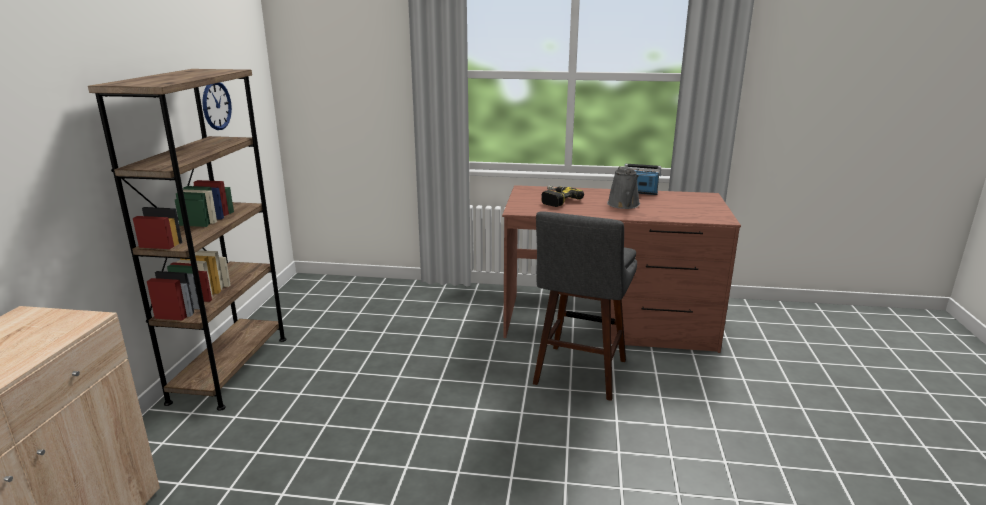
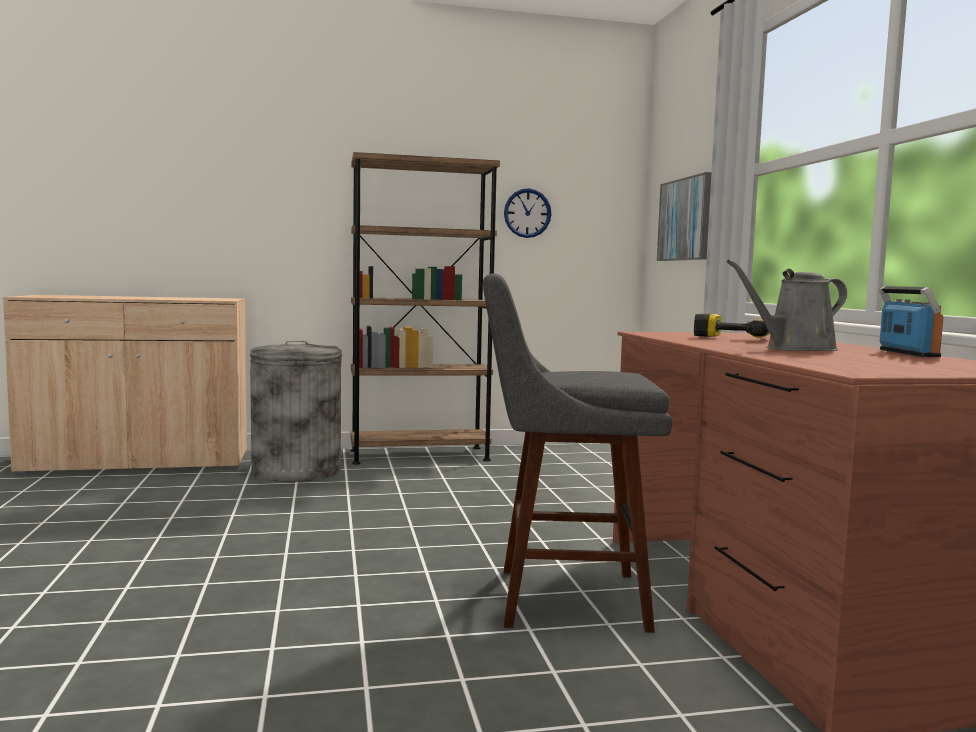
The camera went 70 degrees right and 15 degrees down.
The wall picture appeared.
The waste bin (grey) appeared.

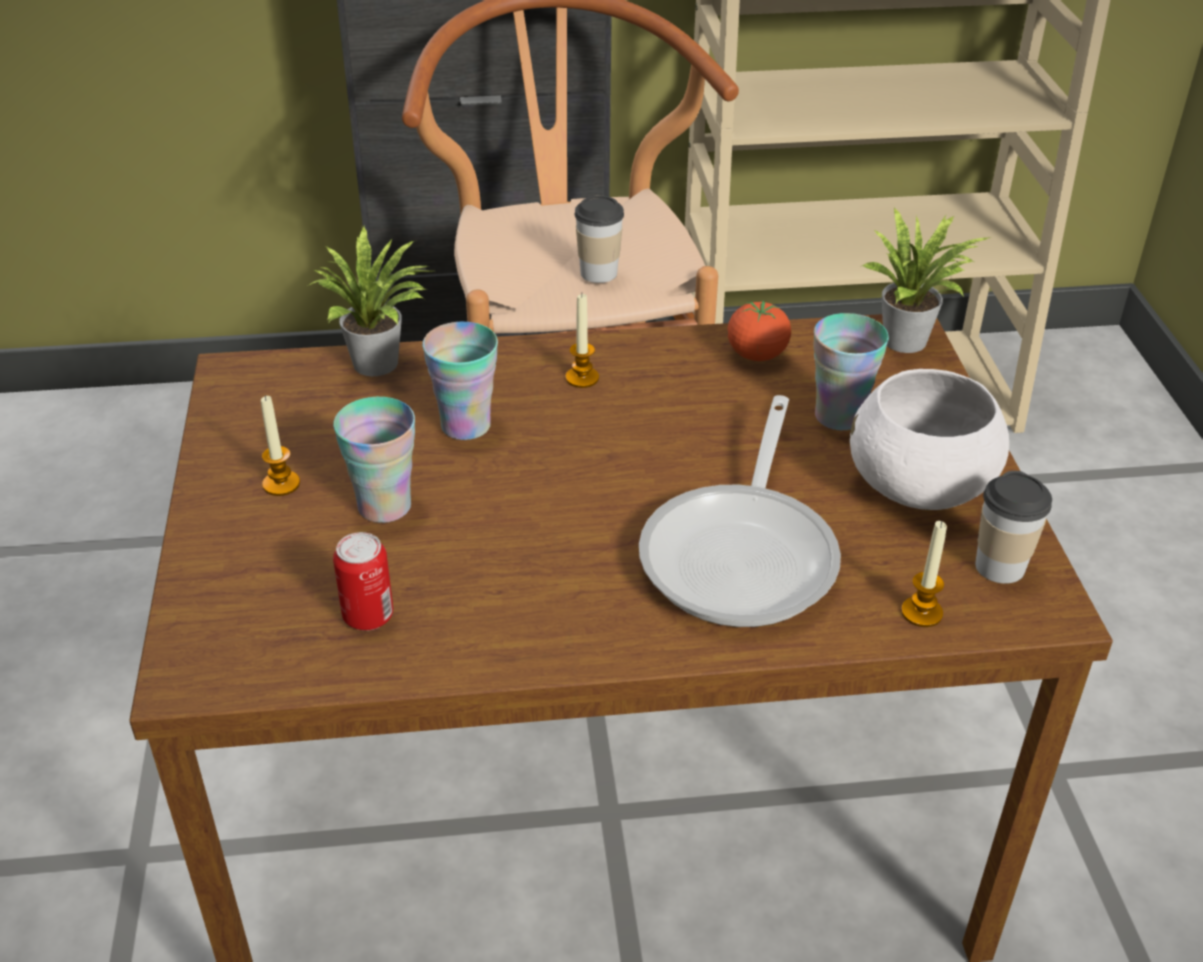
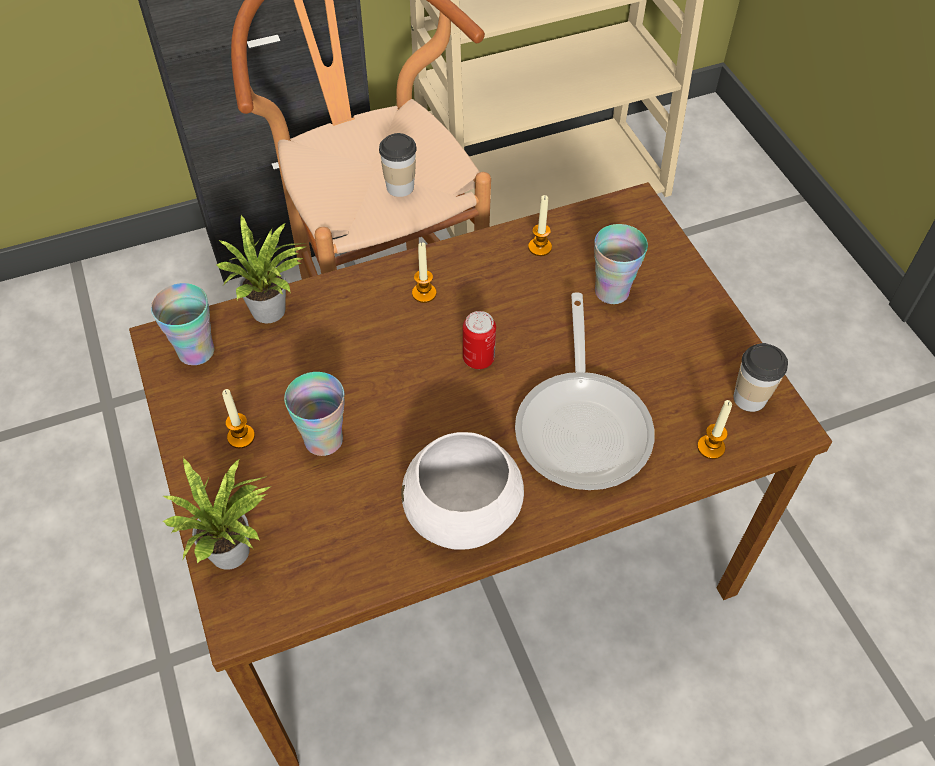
The camera went 15 degrees left and 15 degrees up.
The potted plant (2nd from left in the first image) moved.
The tomato was replaced by the candle (3rd from left).
The small cup (2nd from left in the first image) moved.
The serving bowl (white-coloured) moved.
The can moved.

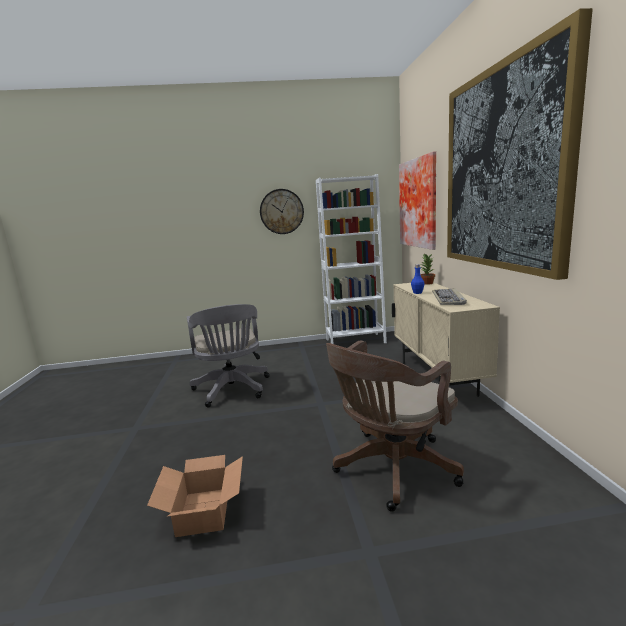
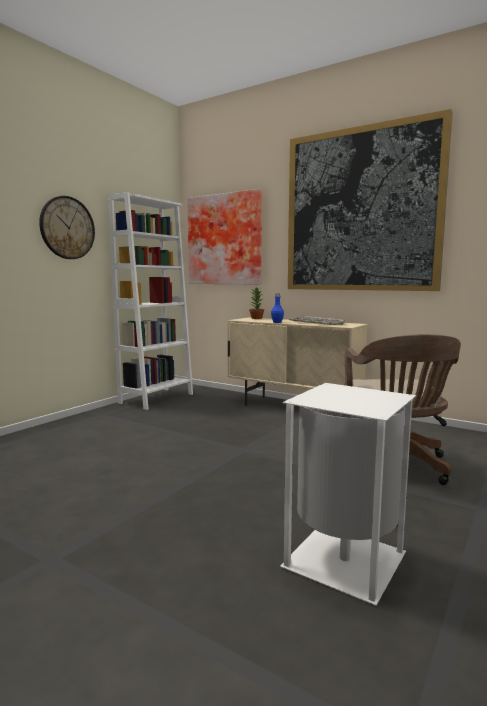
The camera went 50 degrees left and 5 degrees down.
The computer chair (grey) disappeared.
The cardboard box was replaced by the waste bin (white-coloured).

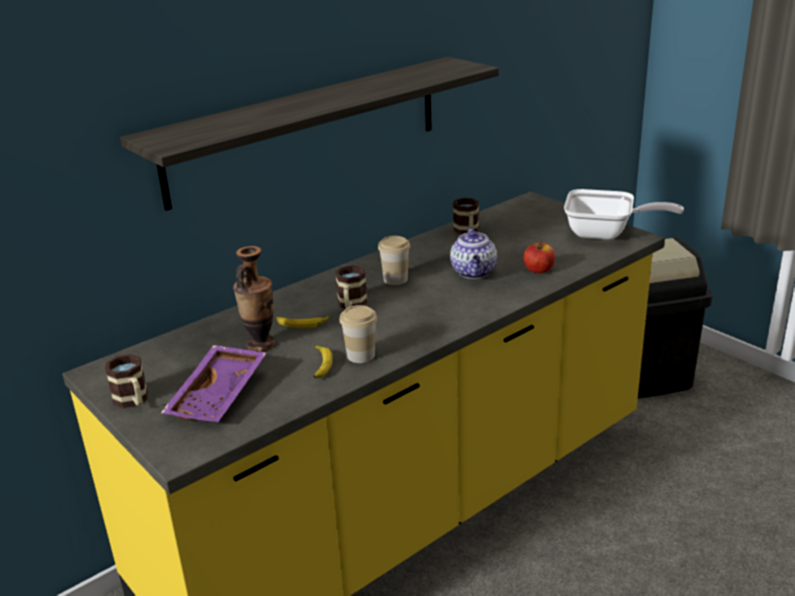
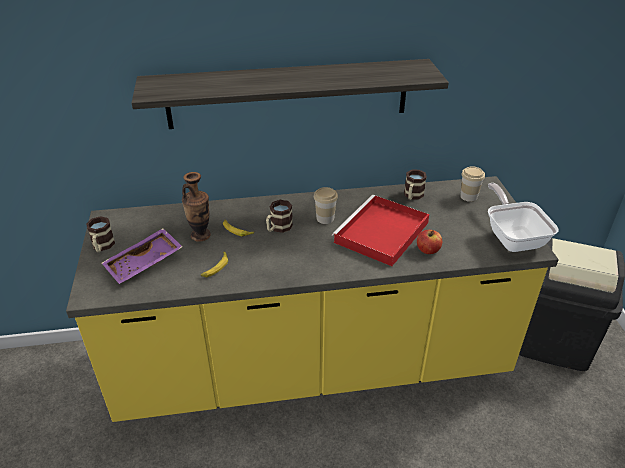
The camera went 30 degrees right and 10 degrees up.
The pan turned 150 degrees counterclockwise.
The teapot was replaced by the serving tray (red-coloured).
The small cup (1st from left in the first image) moved.

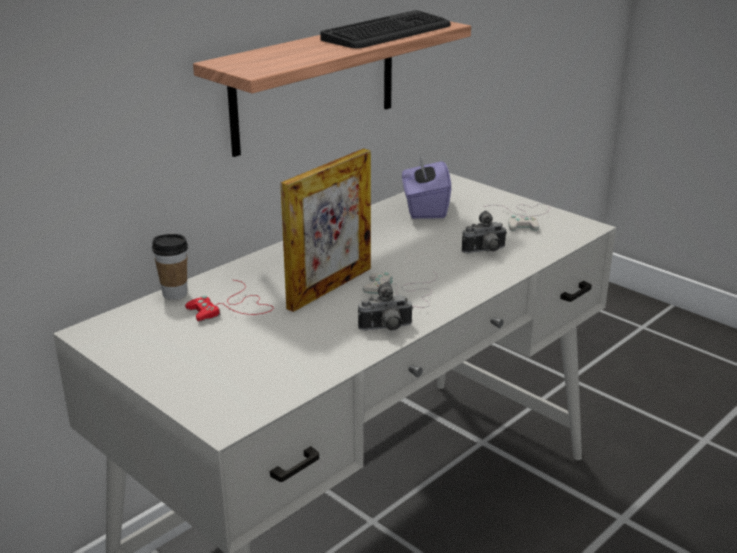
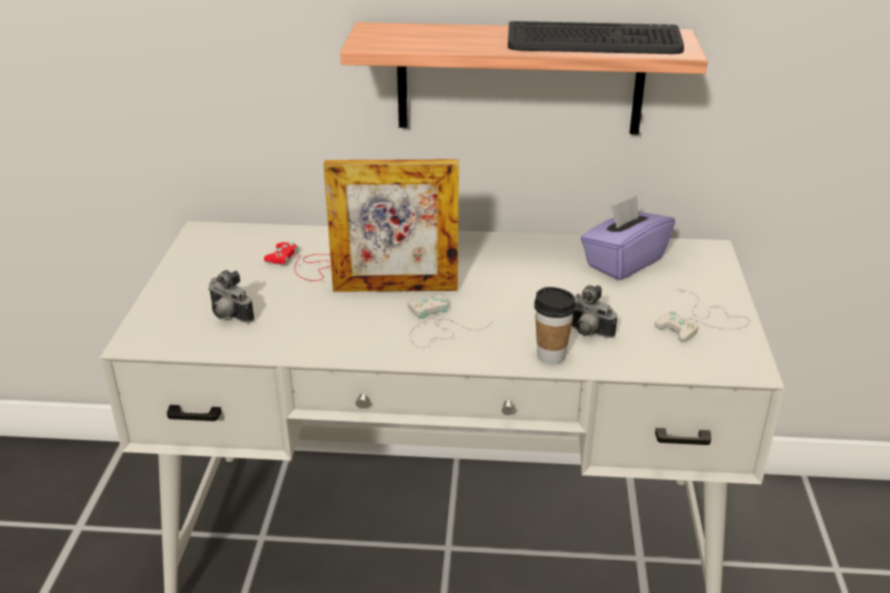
The camera went 50 degrees right and 5 degrees up.
The small cup moved.
The photo camera (1st from left) moved.

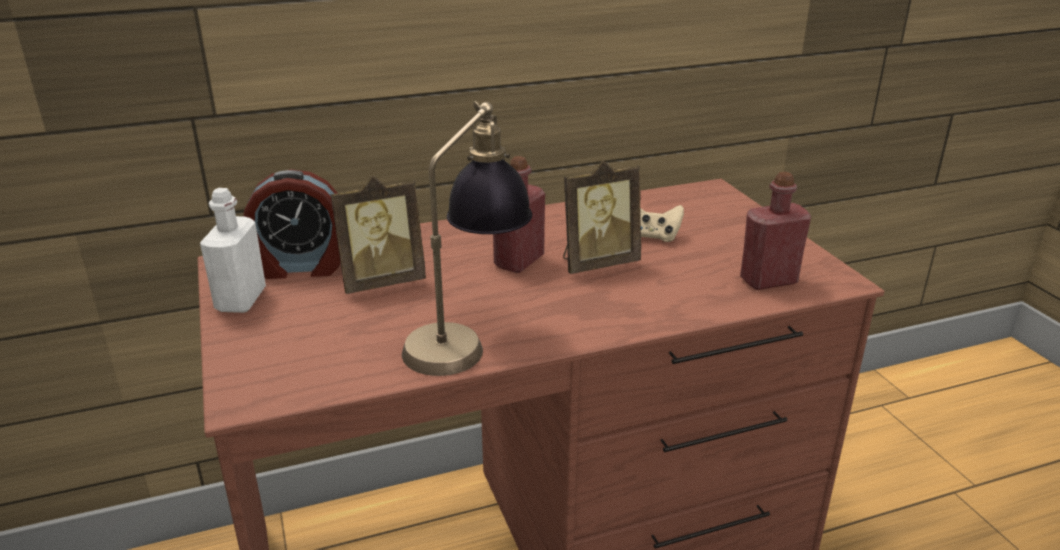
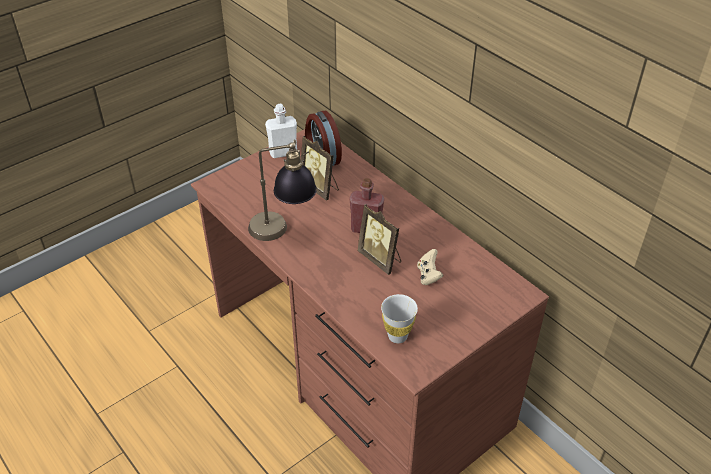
The camera went 70 degrees right and 15 degrees up.
The drink bottle (red-coloured) (2nd from left) was replaced by the small cup (white-coloured).

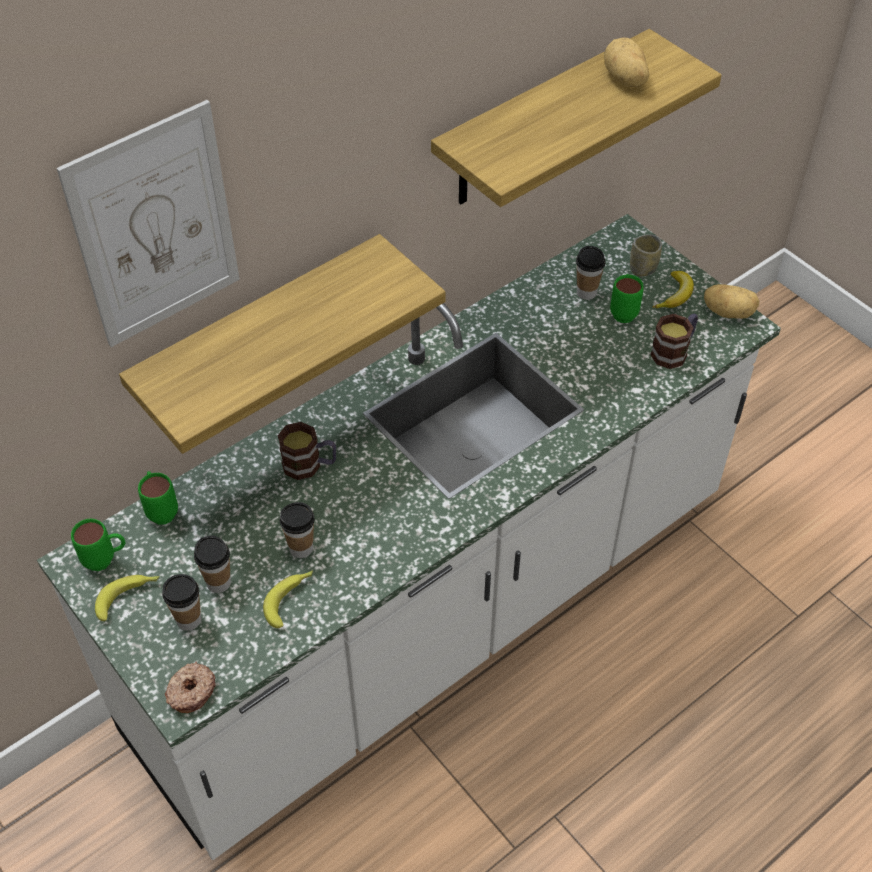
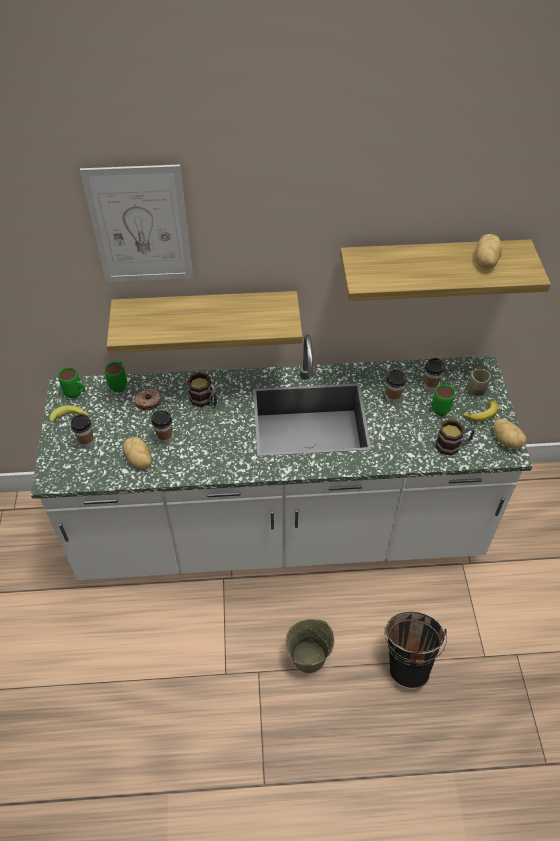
The camera went 35 degrees right and 0 degrees up.
The small cup (2nd from left in the first image) moved.
The banana (2nd from left) was replaced by the potato (1st from left).
The ring doughnut moved.
The water bucket (blackish) appeared.
The water bucket (sand-coloured) appeared.

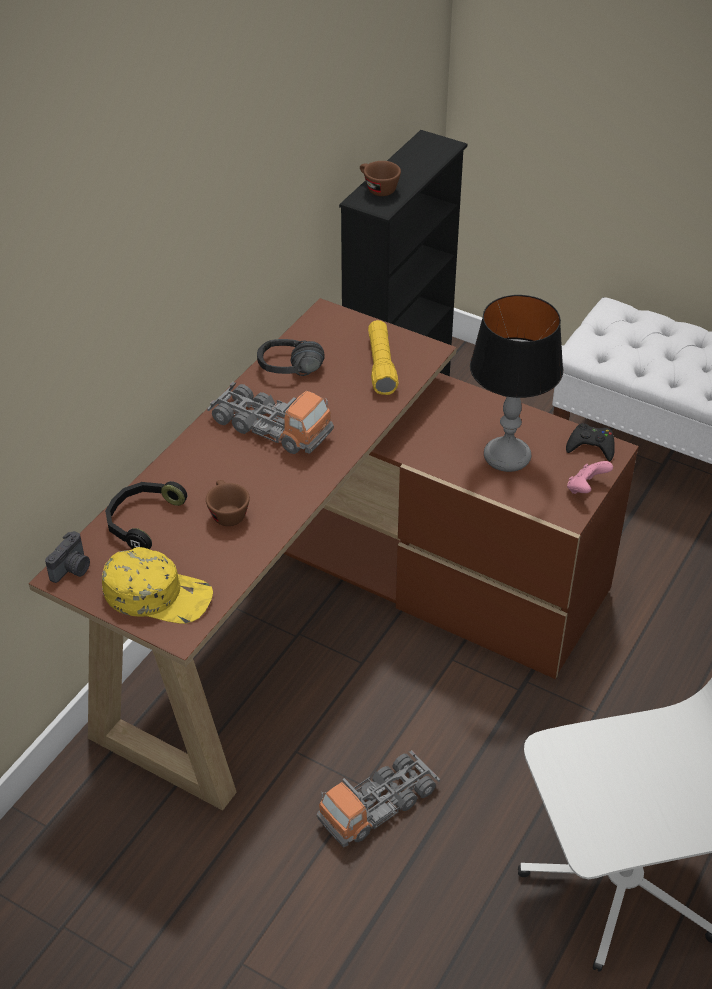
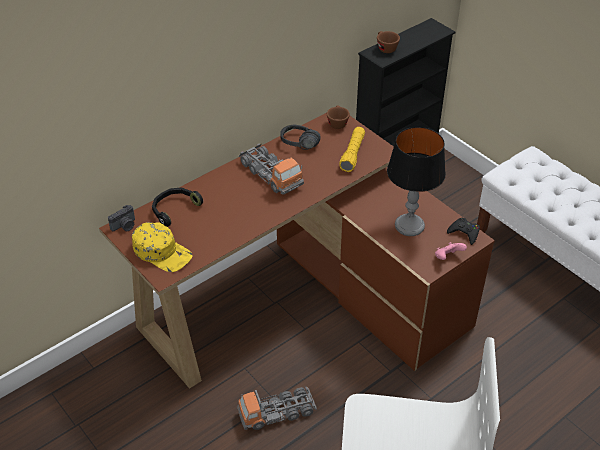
The camera went 20 degrees right and 0 degrees up.
The small cup (brown) (1st from left) moved.

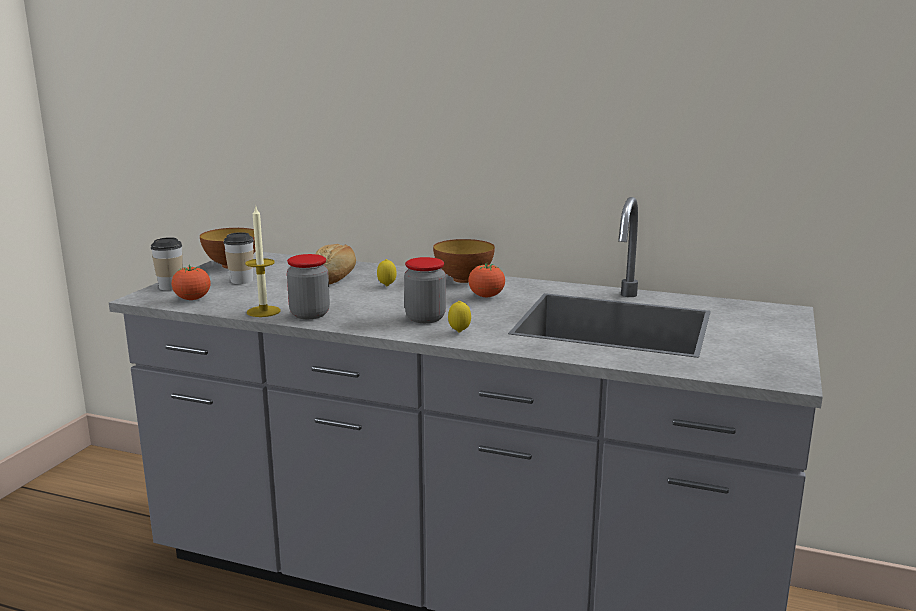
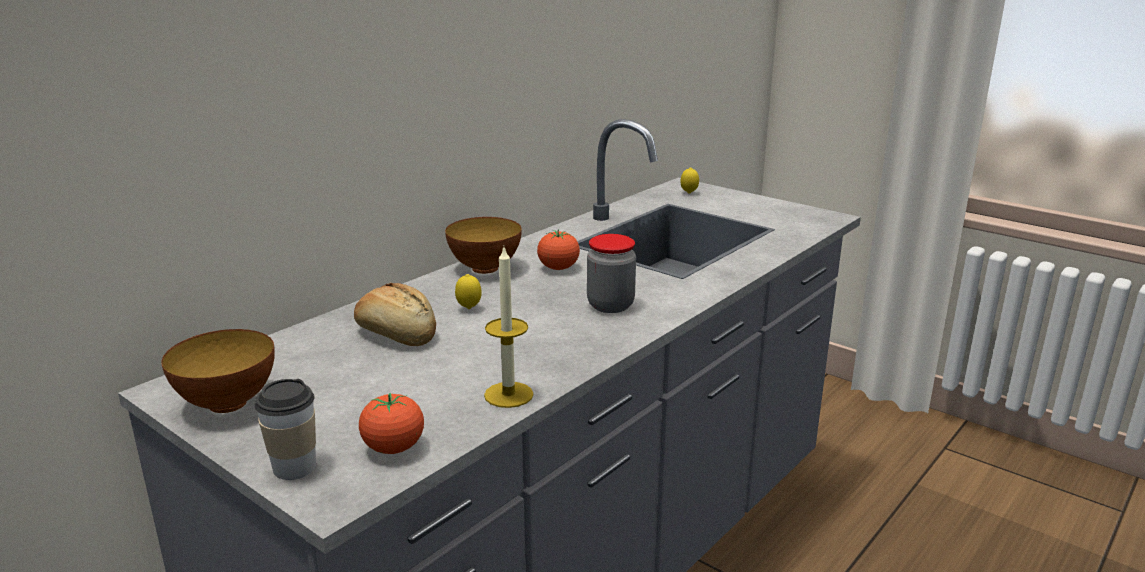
The camera went 70 degrees left and 5 degrees up.
The small cup (2nd from left) disappeared.
The jar (1st from left) disappeared.
The citrus fruit (2nd from left) moved.

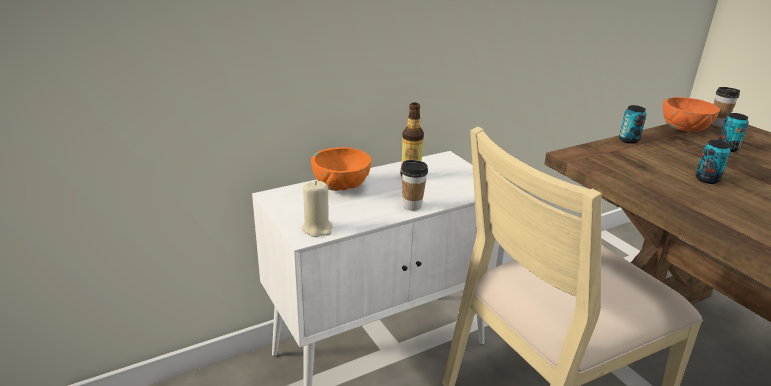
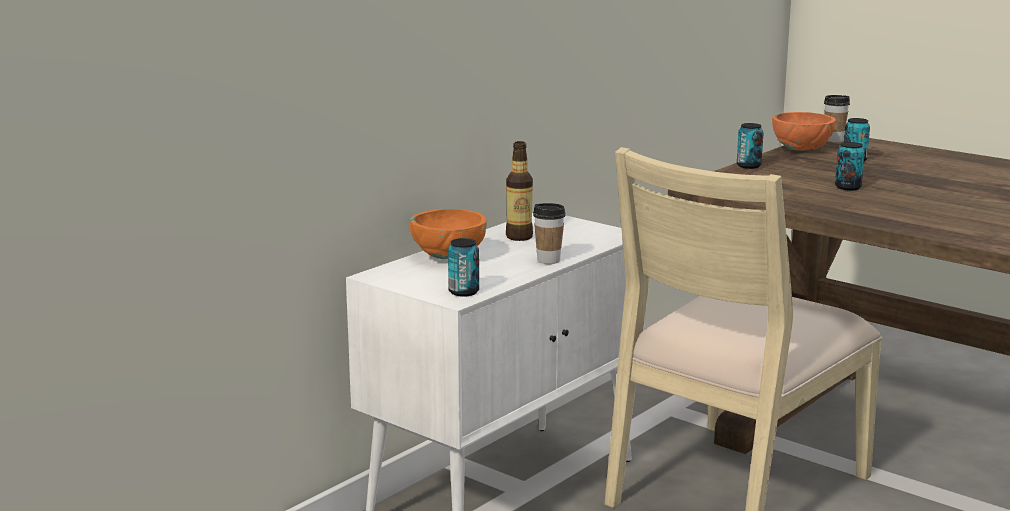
The camera went 20 degrees left and 10 degrees down.
The candle (sand-coloured) was replaced by the can (1st from left).

